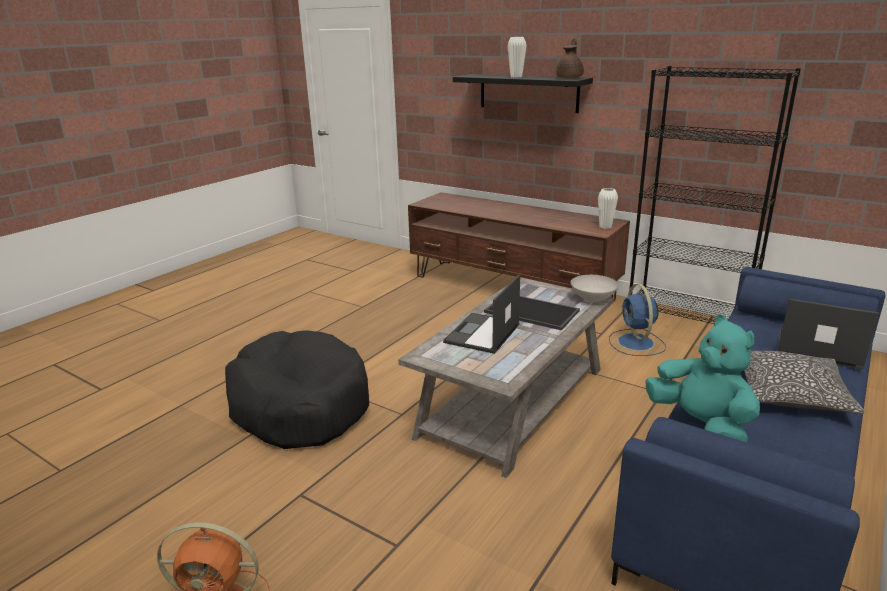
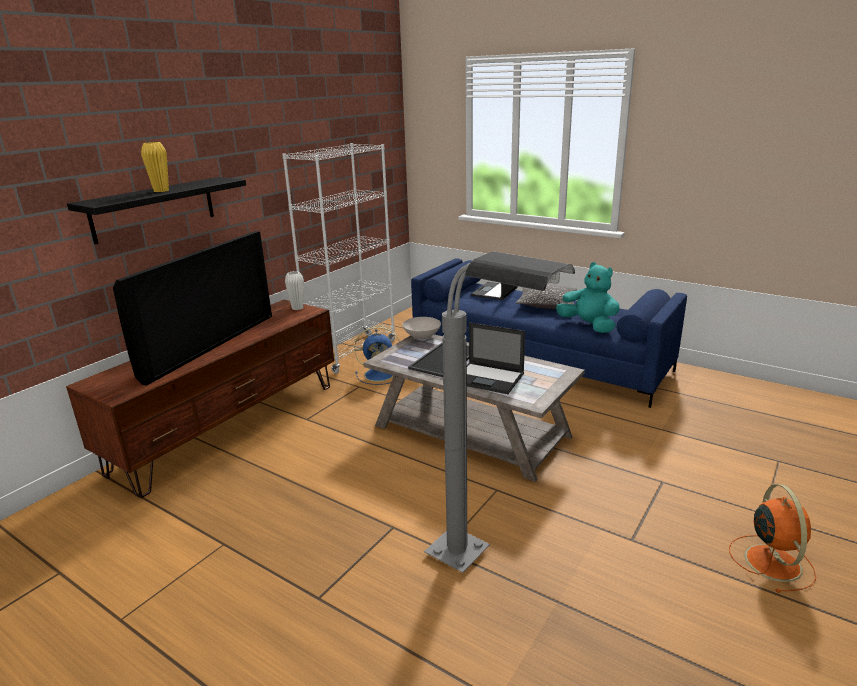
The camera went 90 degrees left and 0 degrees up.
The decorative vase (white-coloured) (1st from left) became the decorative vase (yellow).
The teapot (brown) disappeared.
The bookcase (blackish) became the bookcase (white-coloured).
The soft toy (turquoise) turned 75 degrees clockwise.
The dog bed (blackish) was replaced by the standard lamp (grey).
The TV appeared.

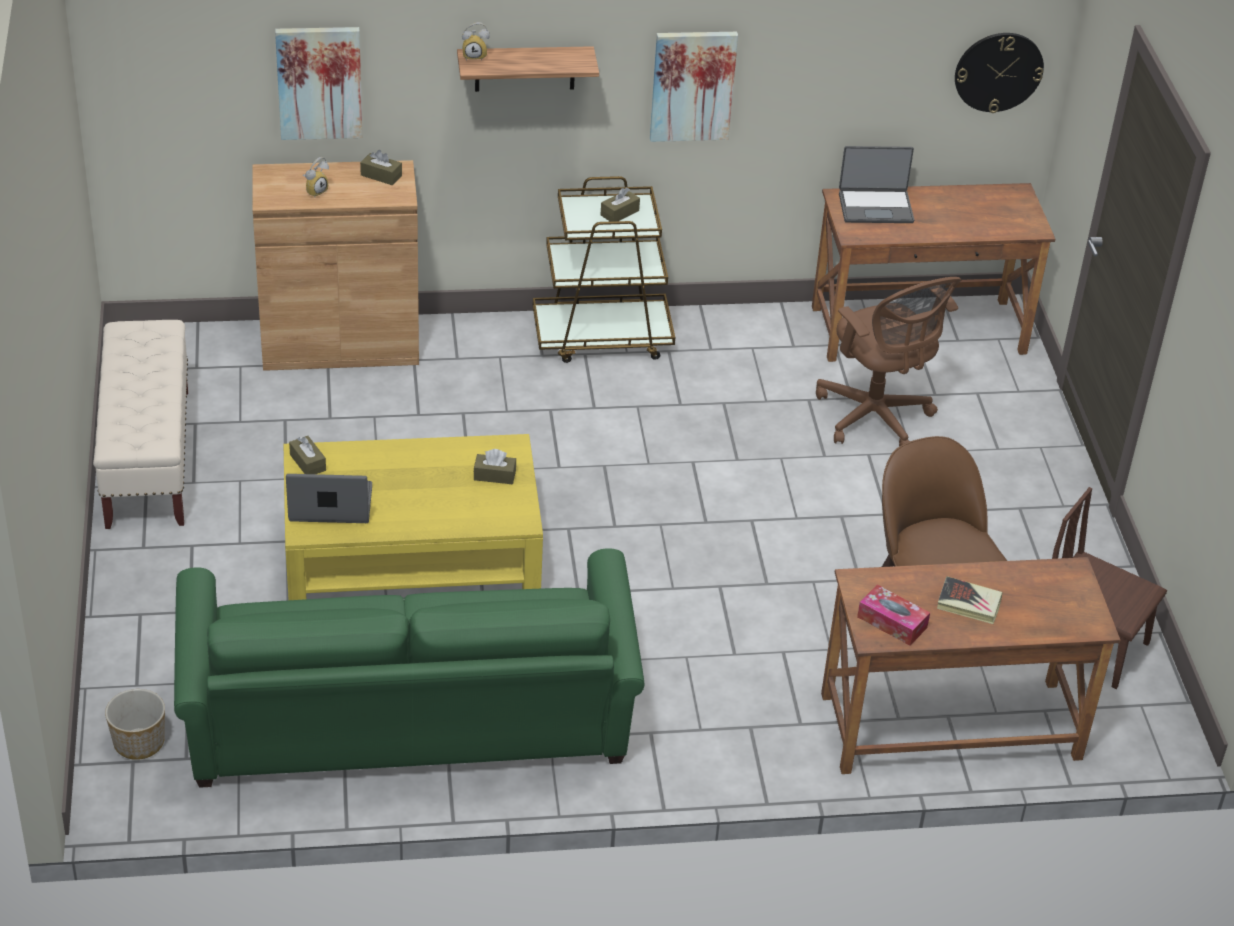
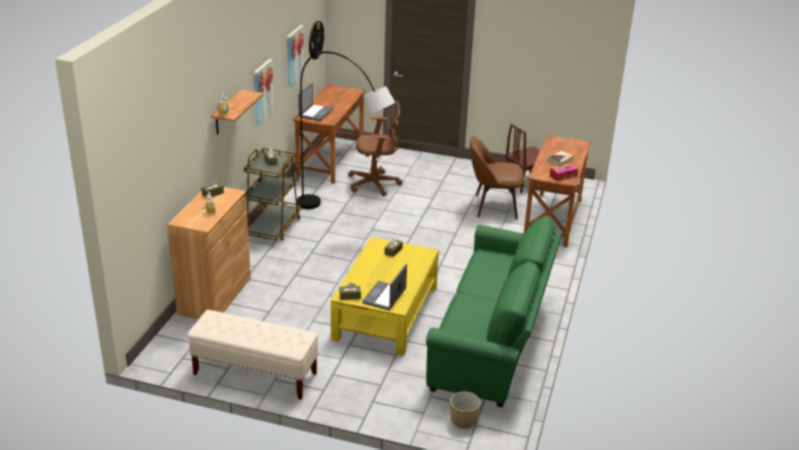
The camera went 65 degrees left and 10 degrees down.
The wall picture (1st from left in the first image) moved.
The standard lamp (grey) appeared.

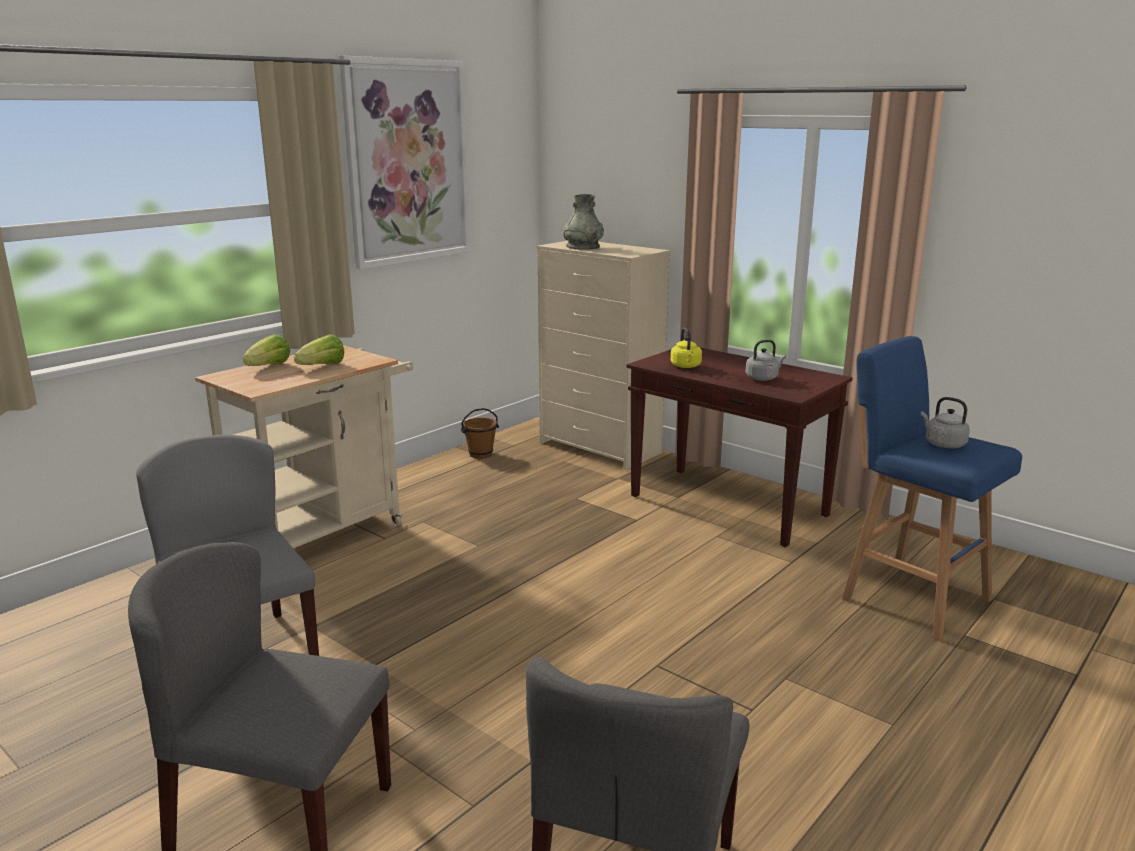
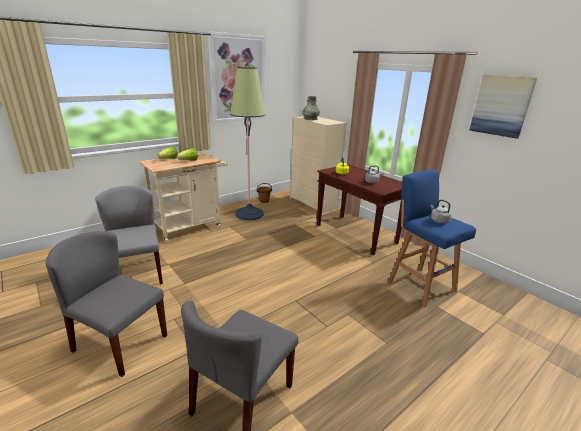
The camera went 10 degrees right and 5 degrees up.
The standard lamp appeared.
The wall picture (2nd from left) appeared.

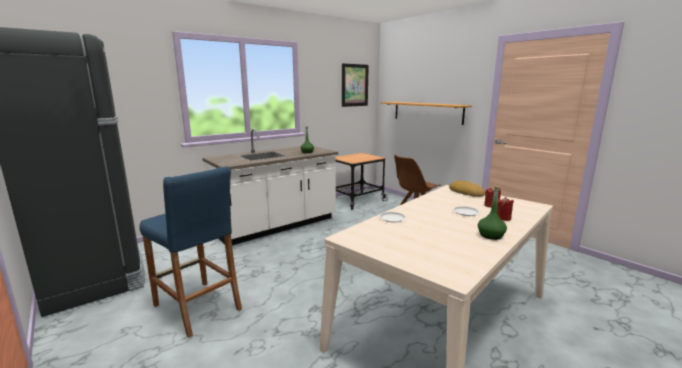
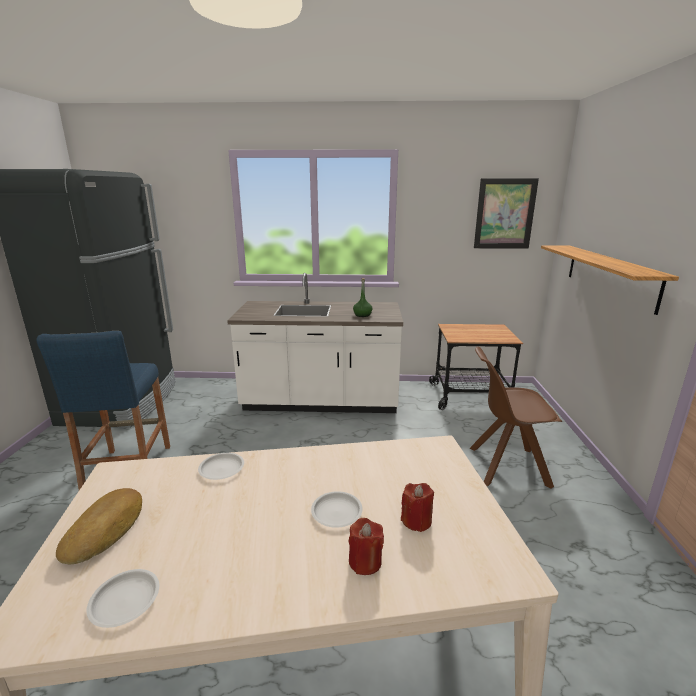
The camera went 40 degrees right and 5 degrees up.
The bread moved.
The drink bottle (greenish) (2nd from left) disappeared.
The dinner plate (white-coloured) (1st from left) appeared.

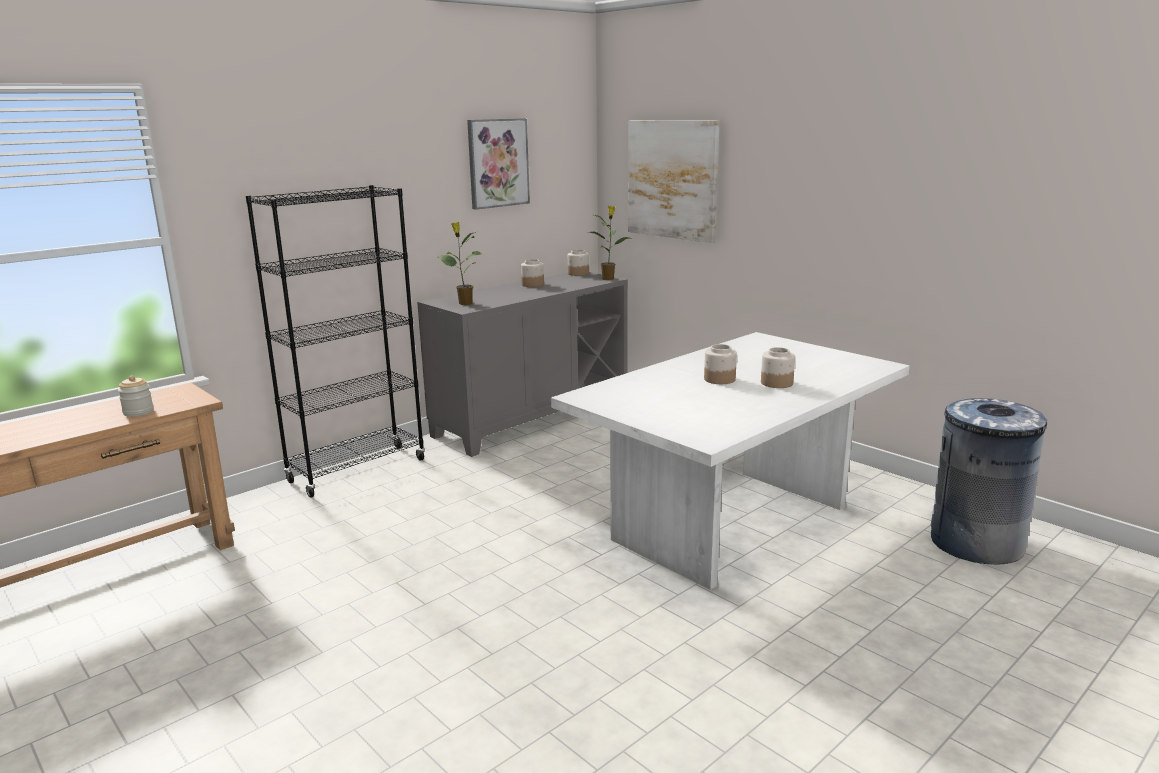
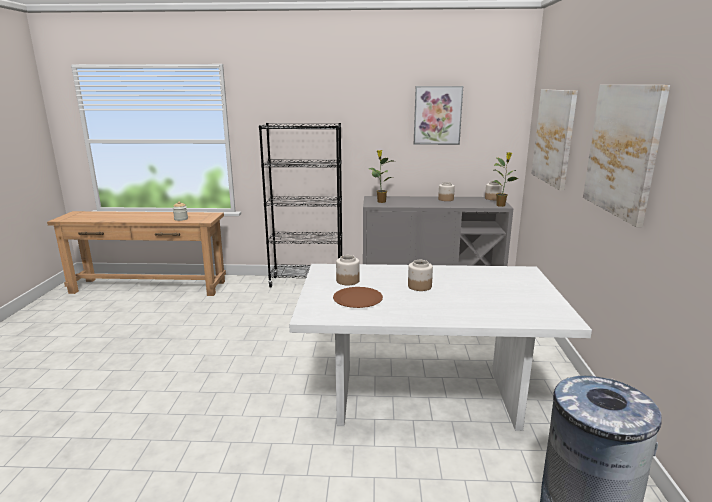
The camera went 45 degrees right and 0 degrees up.
The jar (5th from left in the first image) moved.
The wall picture (3rd from left) appeared.
The dinner plate (brown) appeared.

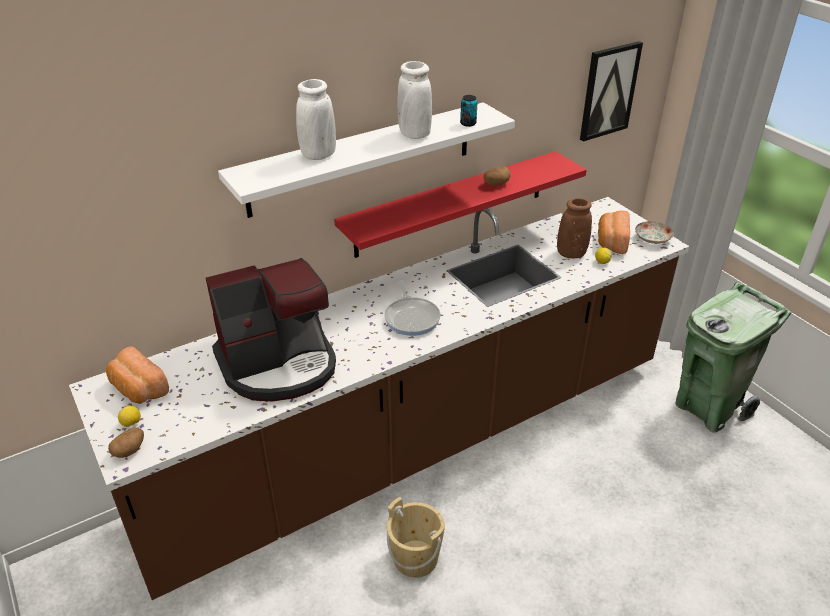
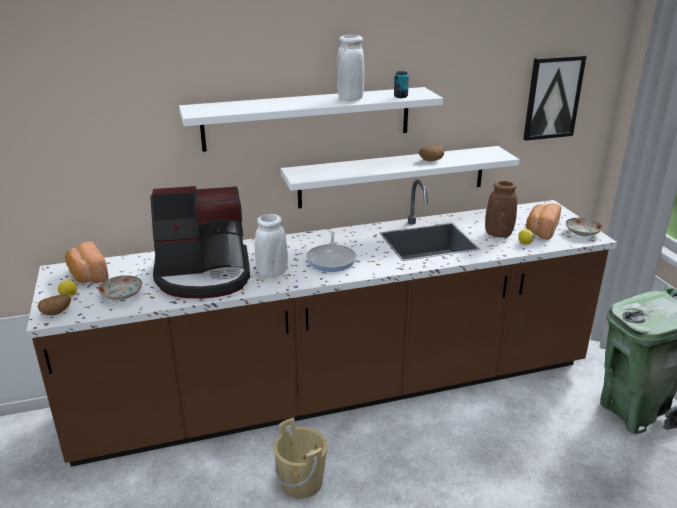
The camera went 15 degrees right and 10 degrees down.
The decorative vase (white-coloured) (1st from left) moved.
The shelf (red-coloured) became the shelf (white-coloured) (2nd from left).
The dinner plate (1st from left) appeared.

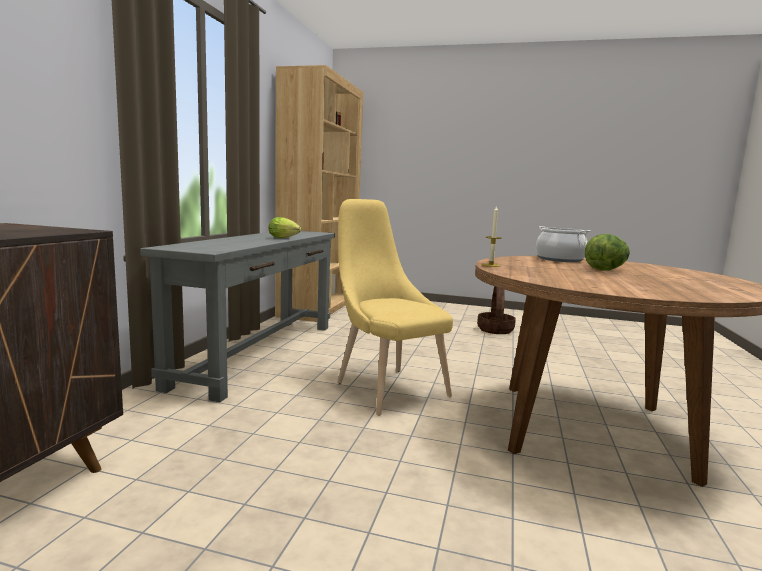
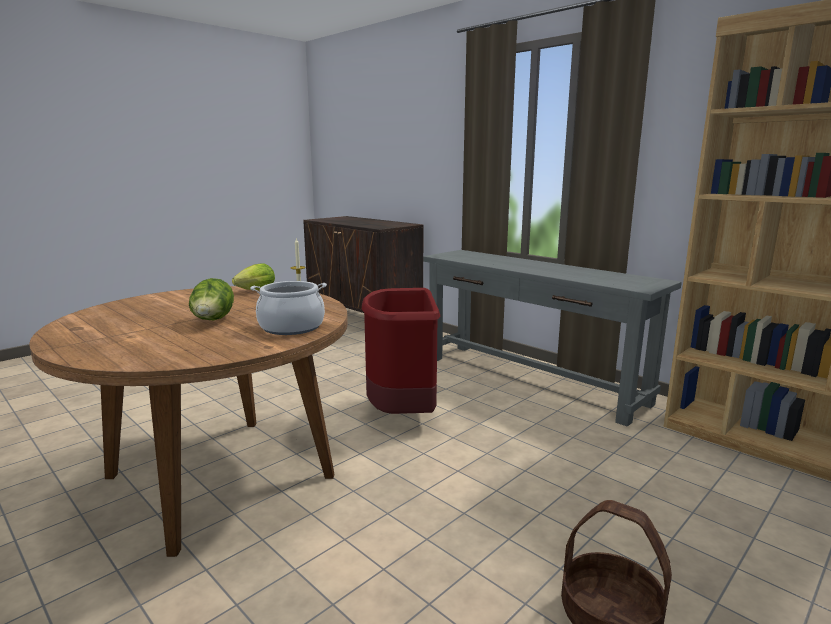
The camera went 120 degrees right and 5 degrees up.
The chair (yellow) was replaced by the waste bin (red-coloured).
The lettuce head (1st from left in the first image) moved.

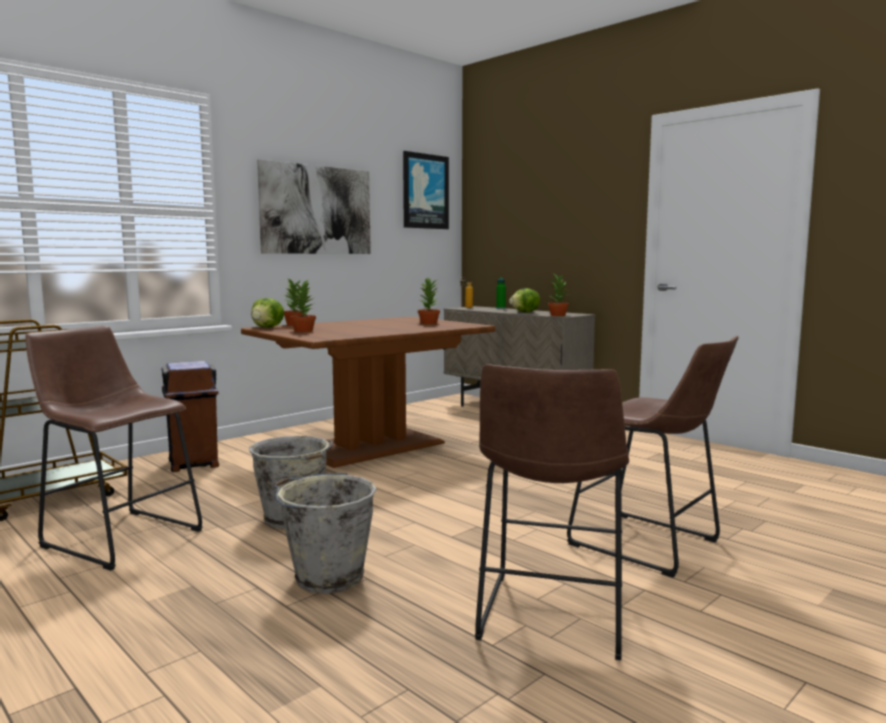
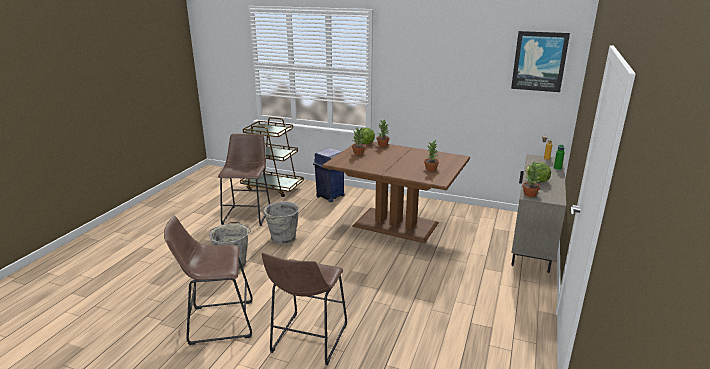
The camera went 65 degrees right and 15 degrees up.
The wall picture (1st from left) disappeared.
The waste bin (brown) became the waste bin (bluish).

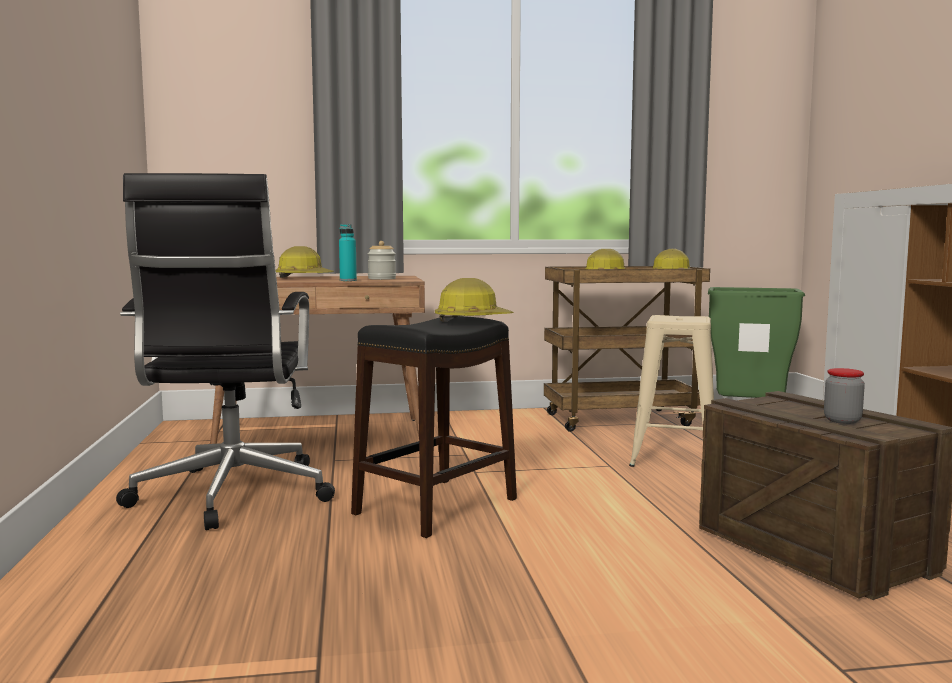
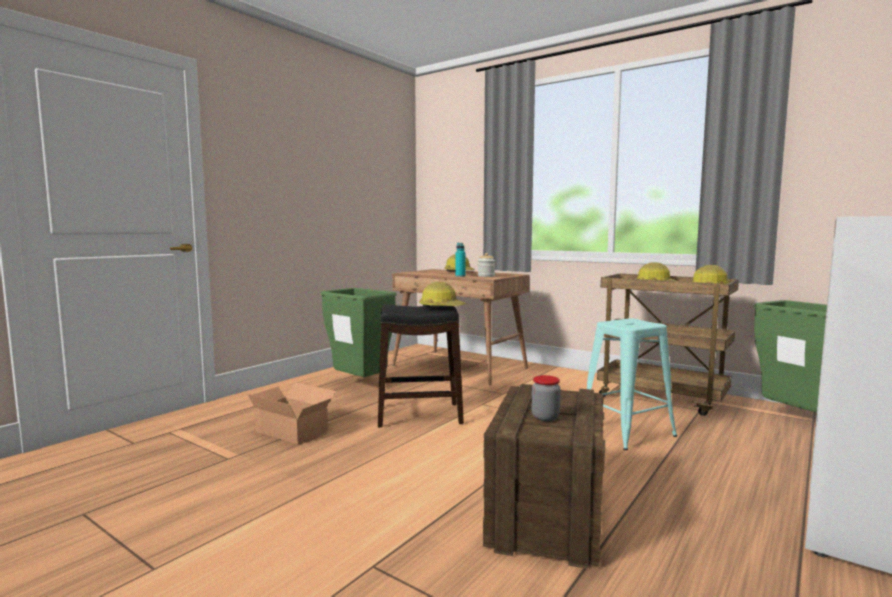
The camera went 45 degrees right and 0 degrees up.
The computer chair (blackish) was replaced by the waste bin (greenish) (1st from left).
The stool seat (sand-coloured) became the stool seat (turquoise).
The cardboard box appeared.

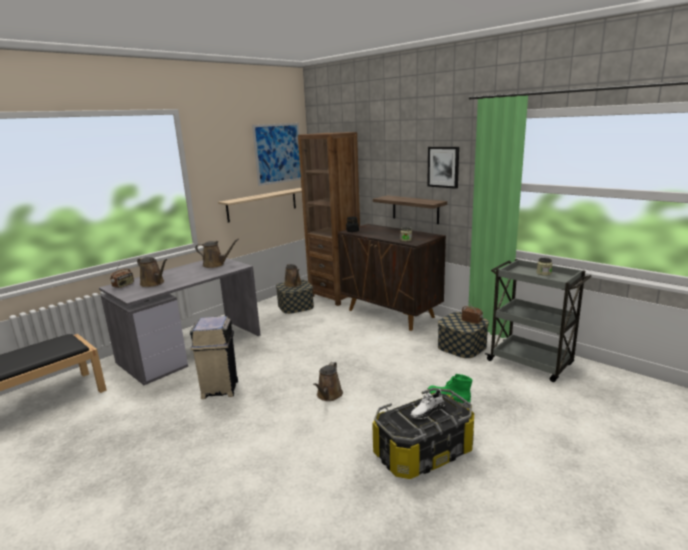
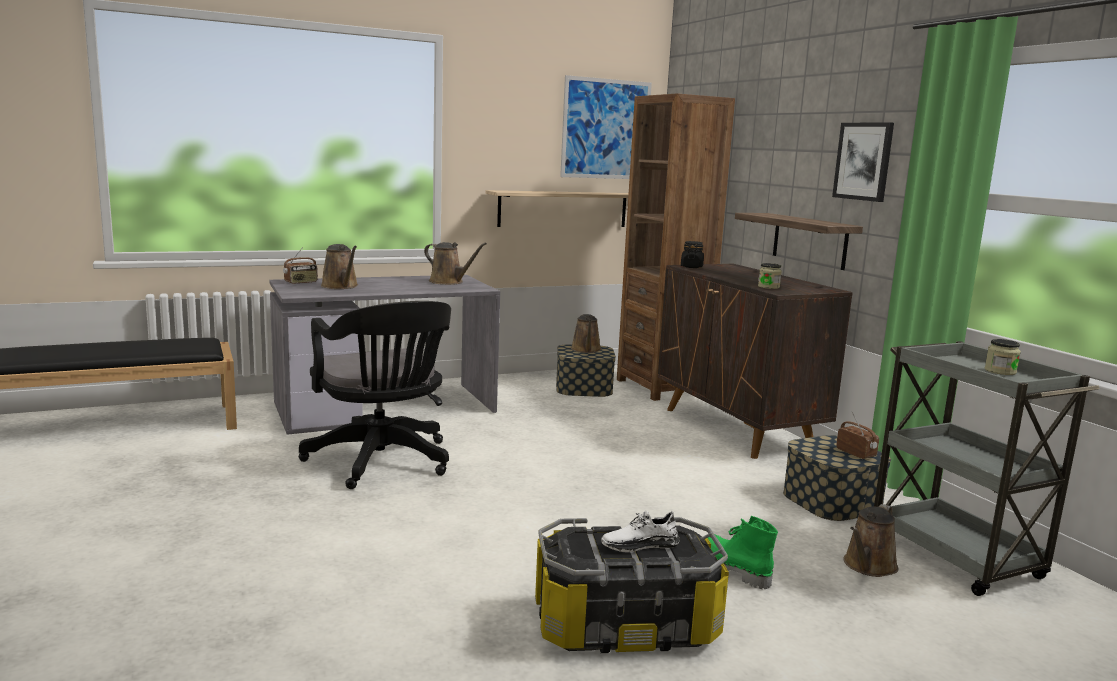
The camera went 20 degrees right and 5 degrees down.
The waste bin (sand-coloured) was replaced by the computer chair (blackish).
The sprinkling can (brown) (4th from left) moved.

